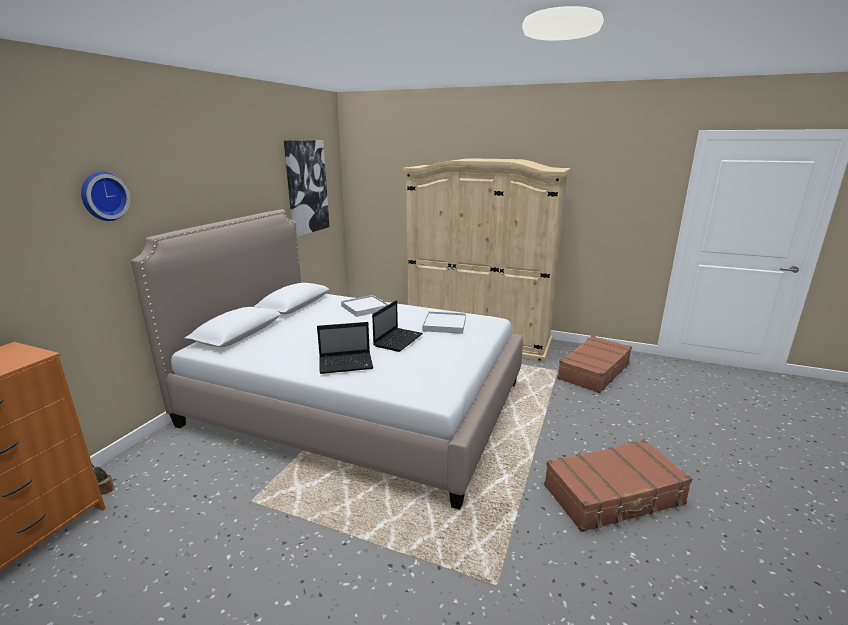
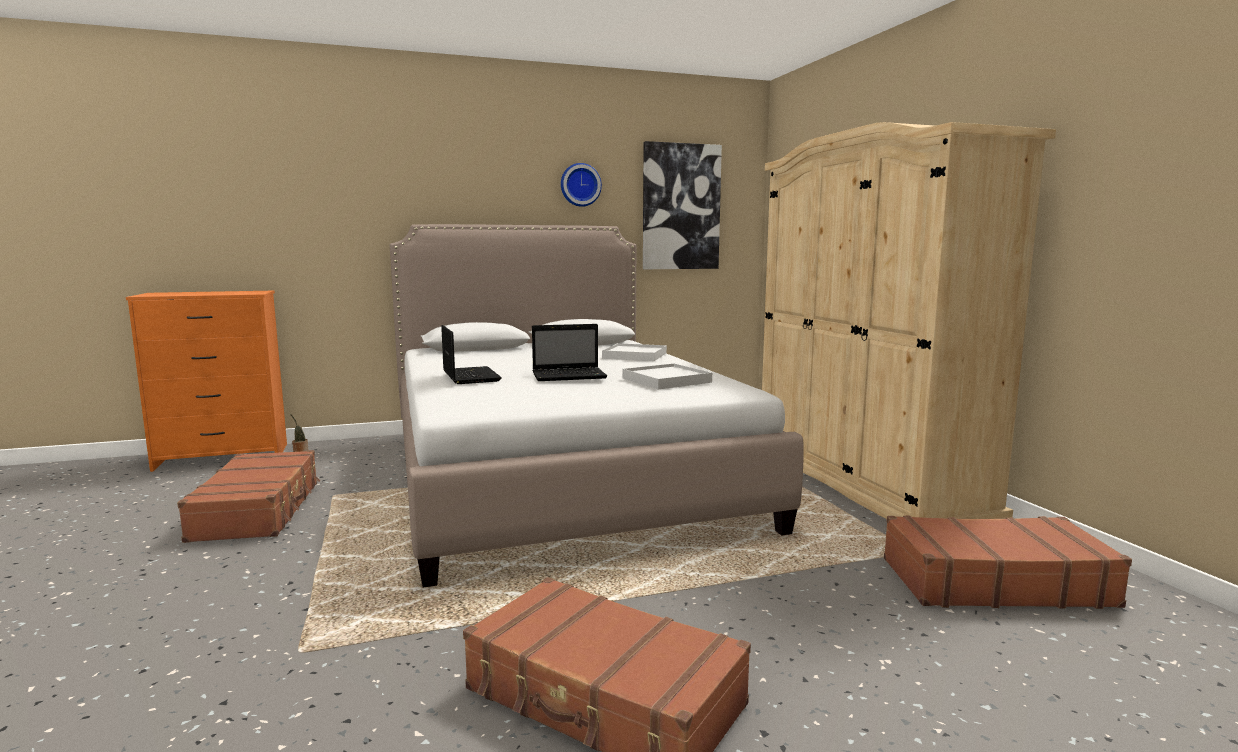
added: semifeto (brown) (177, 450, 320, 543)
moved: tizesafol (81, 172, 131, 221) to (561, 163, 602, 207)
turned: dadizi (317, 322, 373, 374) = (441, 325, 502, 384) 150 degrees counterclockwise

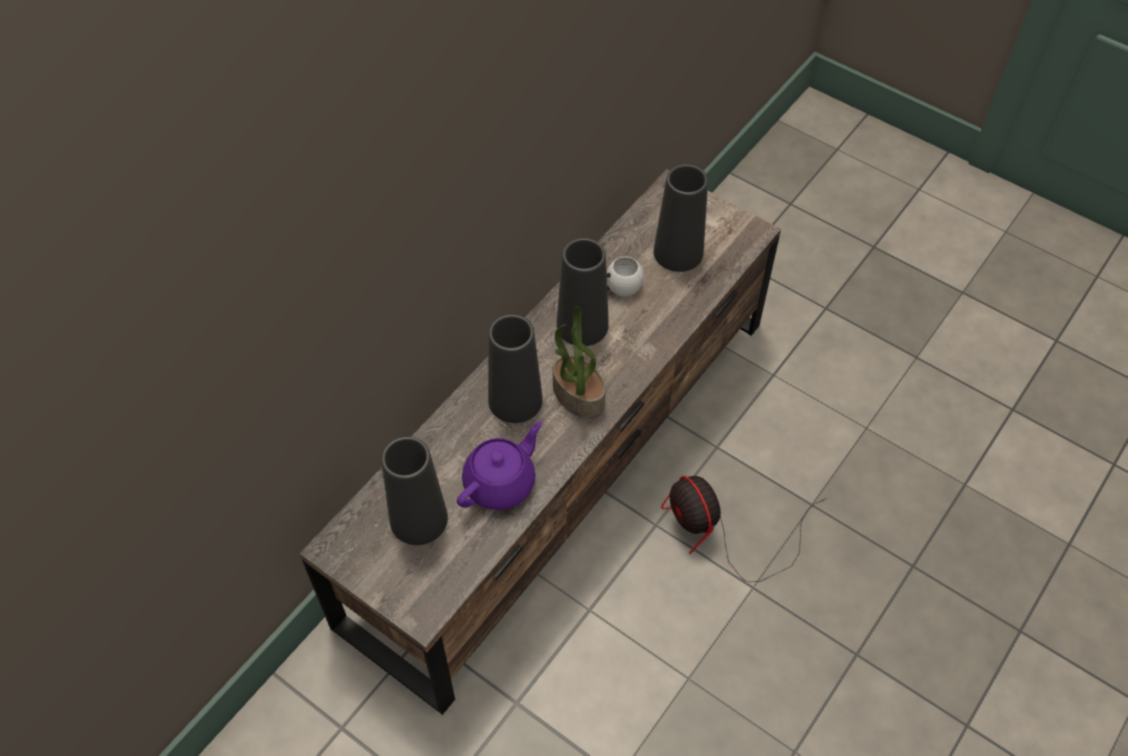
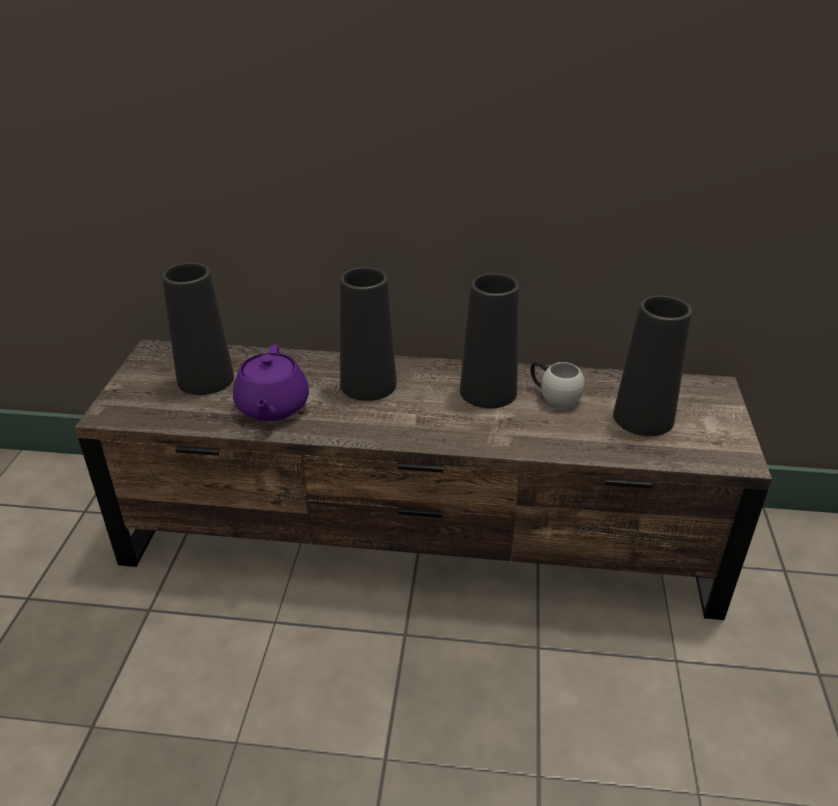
removed: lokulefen (553, 306, 606, 419); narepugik (661, 476, 827, 582)
turned: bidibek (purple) (457, 421, 542, 510) = (233, 345, 309, 421) 75 degrees clockwise

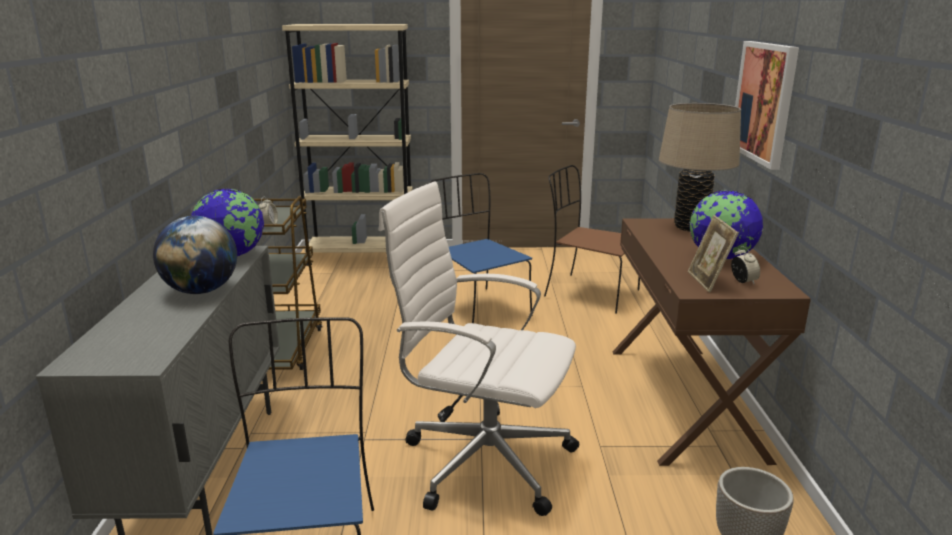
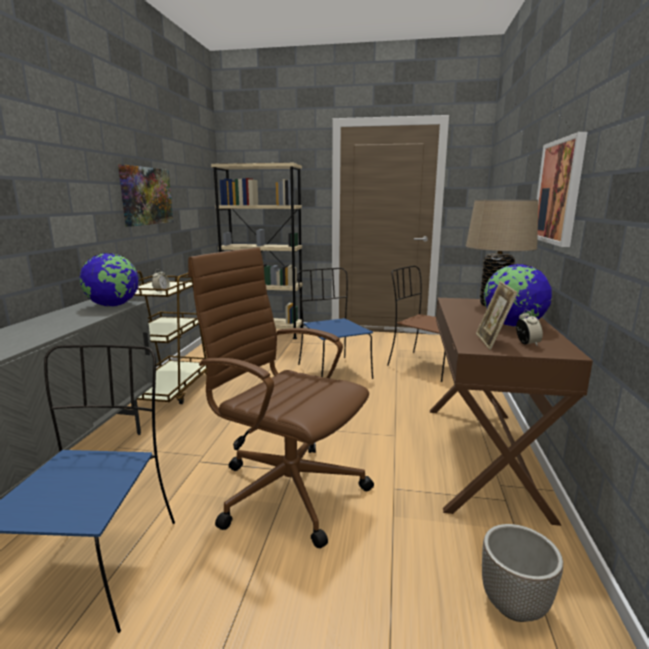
removed: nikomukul (153, 216, 237, 294)
added: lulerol (118, 164, 173, 227)
recoloured: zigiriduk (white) (379, 181, 579, 516) to zigiriduk (brown) (188, 247, 374, 548)

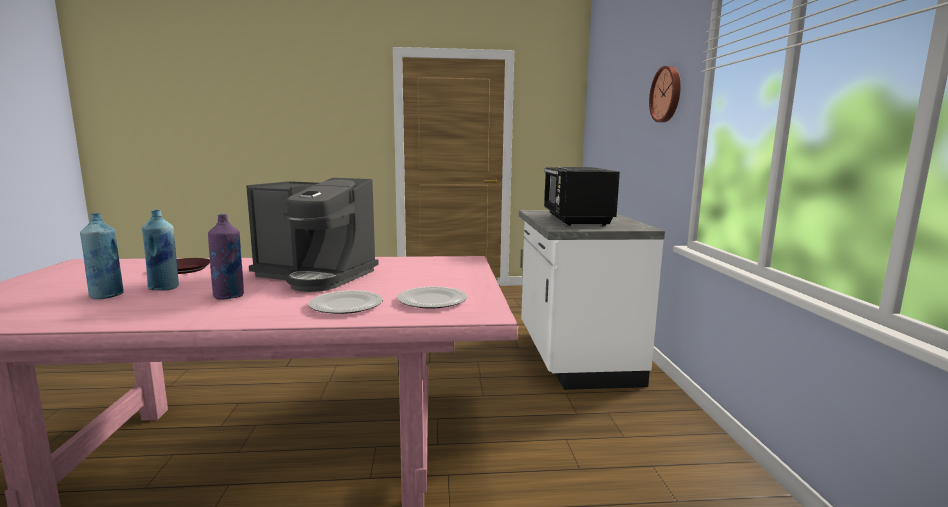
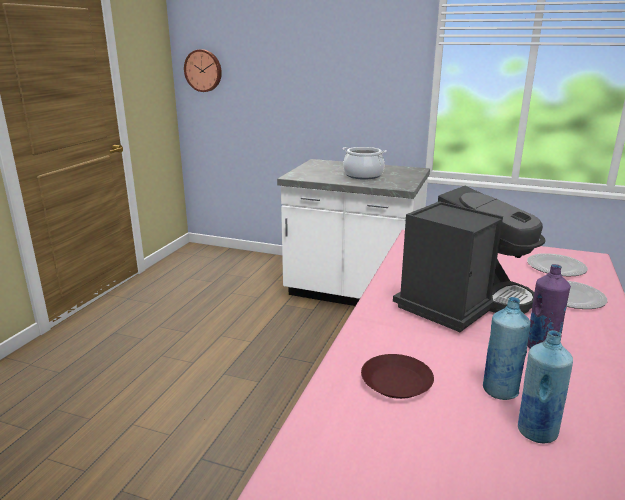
moved: tizesafol (649, 66, 681, 122) to (184, 49, 222, 92)
replaced: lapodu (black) (544, 167, 620, 226) to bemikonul (342, 147, 387, 180)

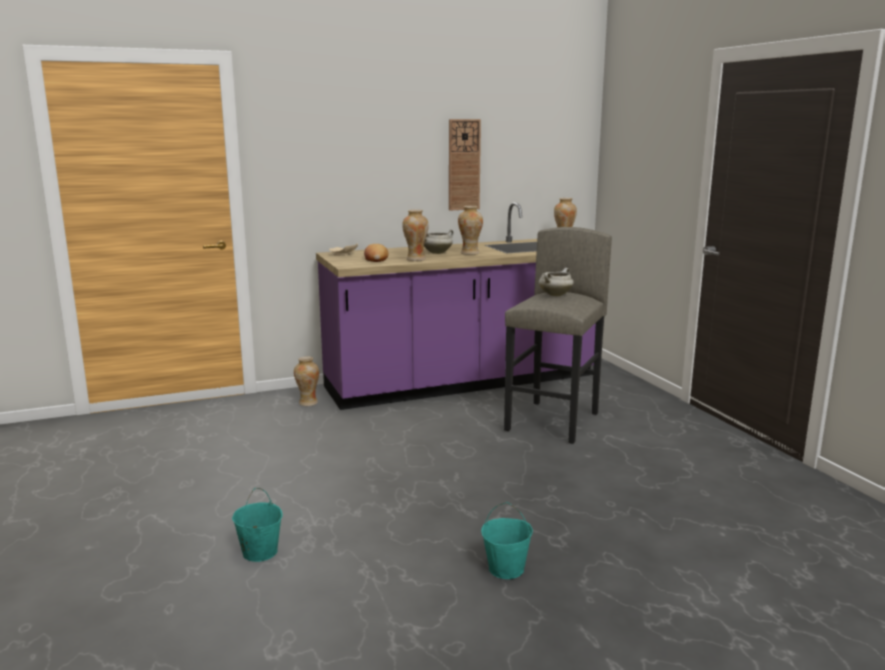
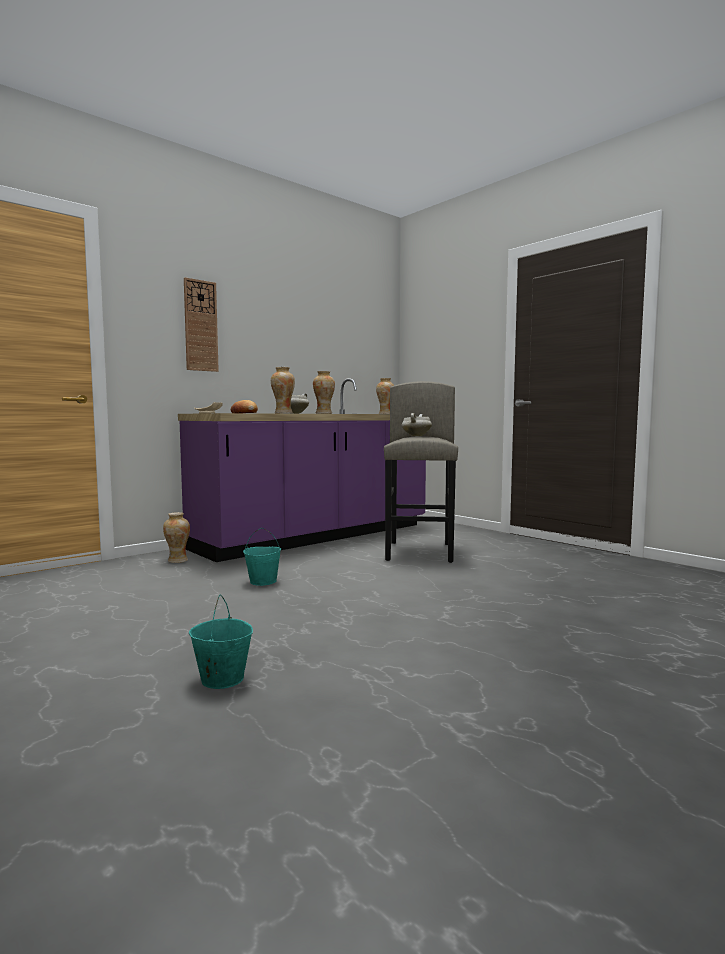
moved: tizesafol (449, 119, 481, 211) to (184, 277, 219, 372); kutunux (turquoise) (481, 502, 533, 579) to (243, 528, 281, 586)

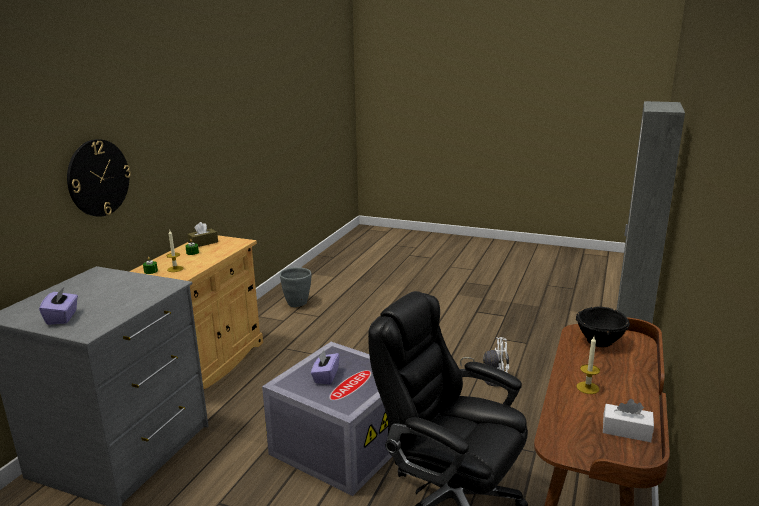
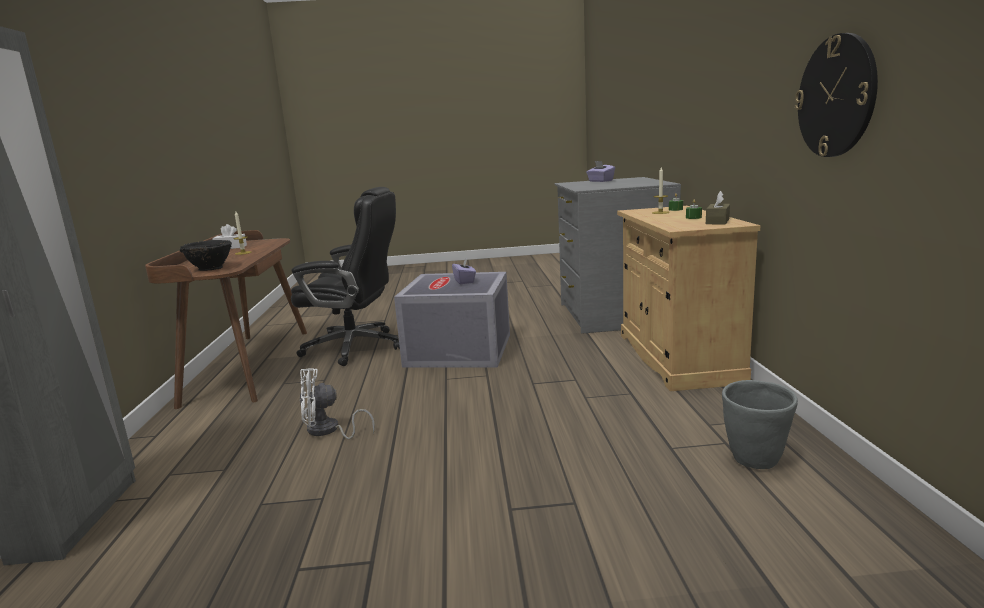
moved: tizesafol (67, 139, 131, 217) to (795, 33, 878, 157)

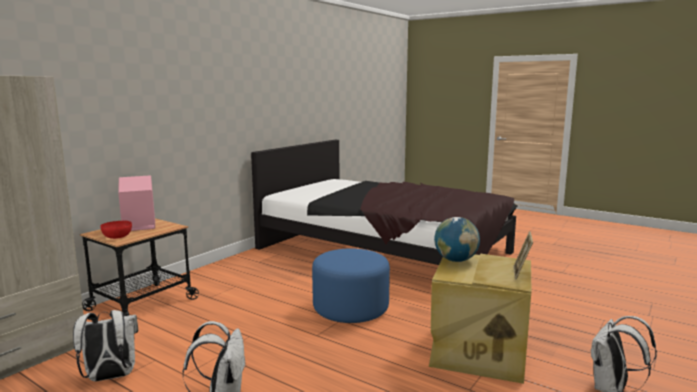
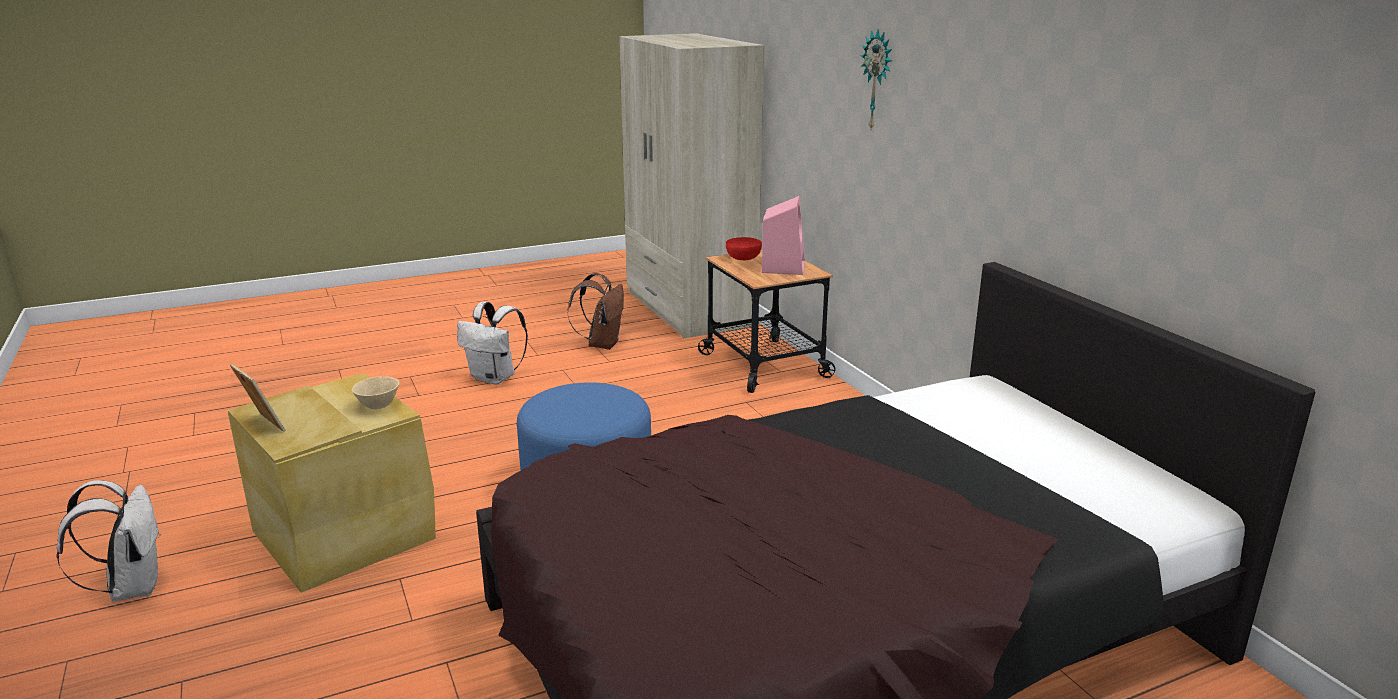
added: tizesafol (860, 30, 892, 129)
replaced: nikomukul (434, 217, 480, 262) to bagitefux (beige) (352, 376, 400, 409)
recoloured: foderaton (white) (73, 310, 138, 381) to foderaton (brown) (568, 273, 624, 350)

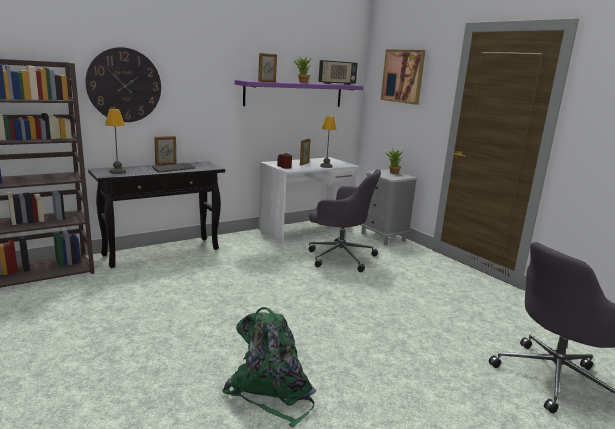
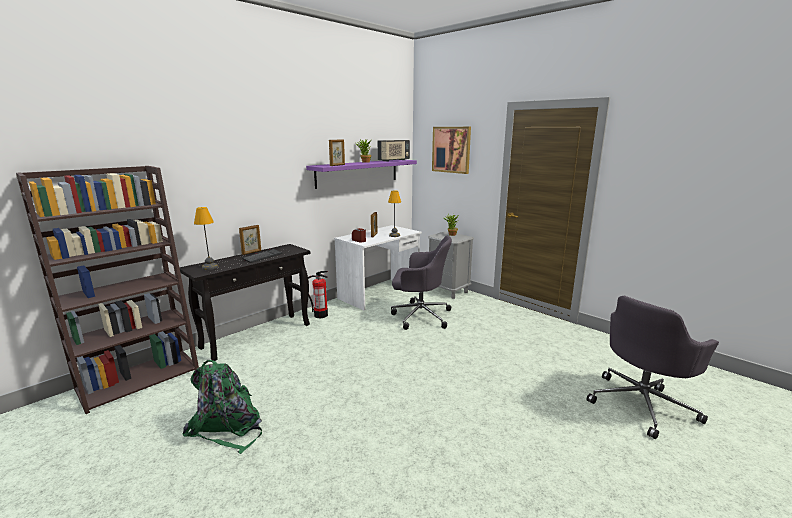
removed: tizesafol (85, 47, 161, 122)
added: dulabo (308, 271, 328, 318)
moved: foderaton (green) (222, 307, 316, 427) to (183, 360, 262, 454)

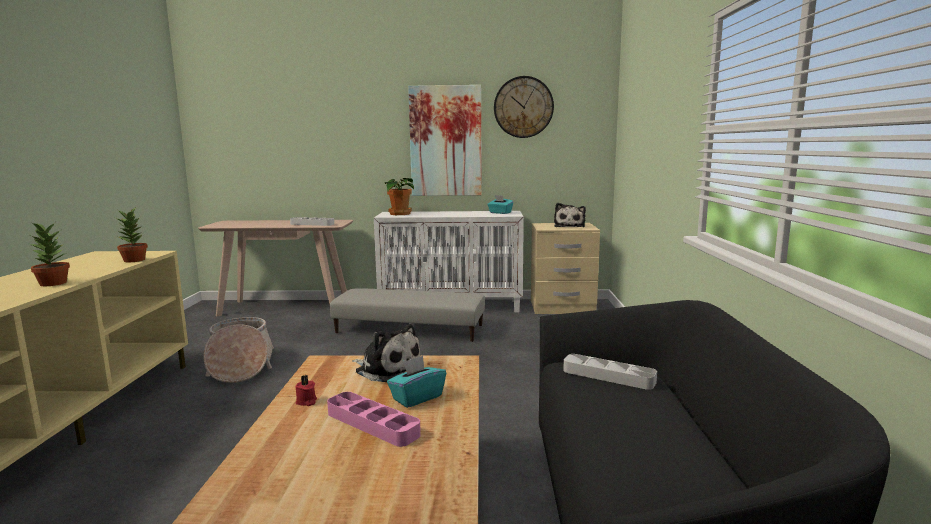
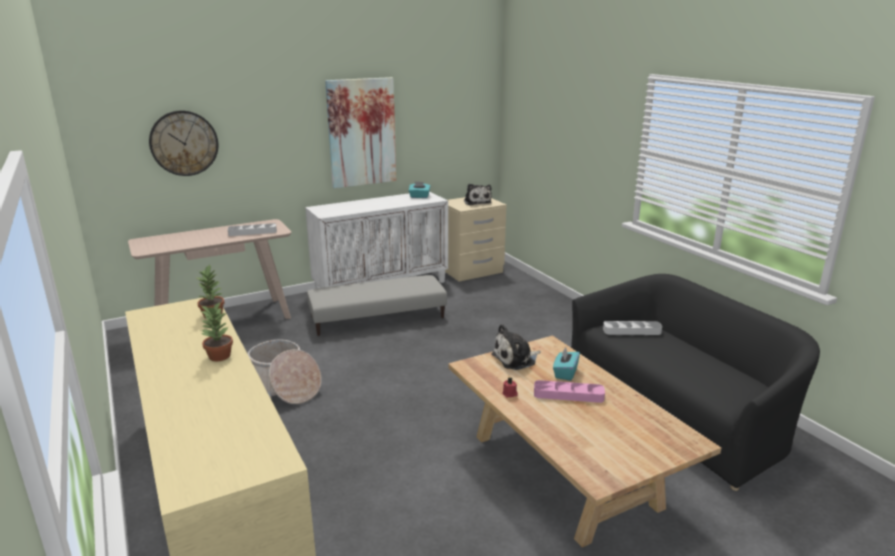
removed: lokulefen (385, 178, 414, 215)
moved: tizesafol (494, 76, 554, 138) to (149, 111, 218, 176)
turned: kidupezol (352, 324, 420, 382) = (491, 324, 541, 370) 150 degrees clockwise

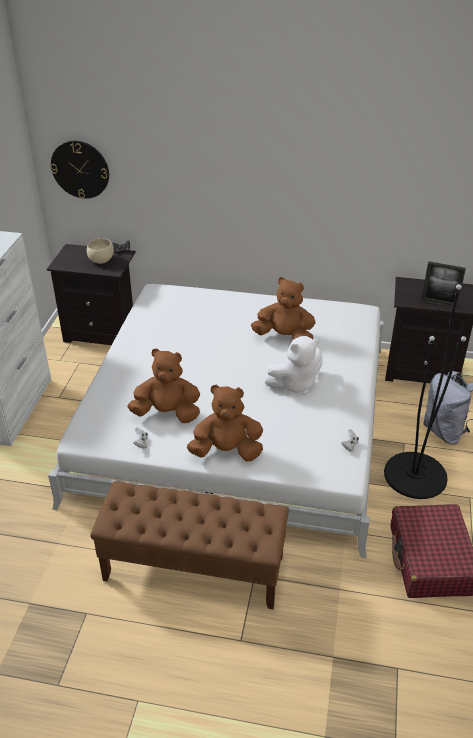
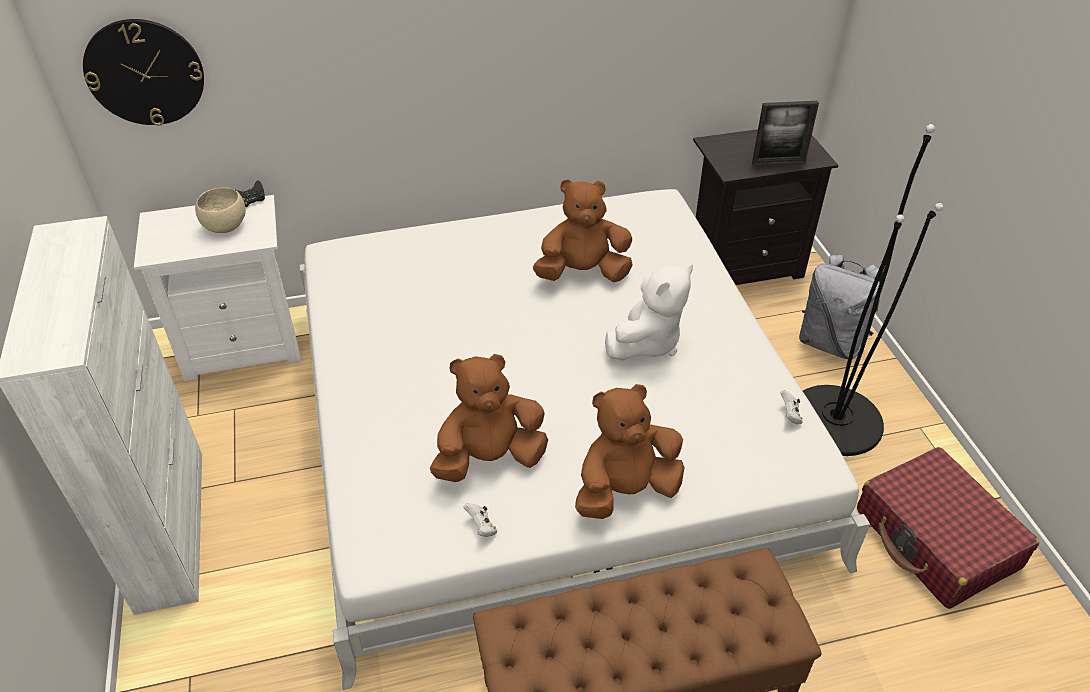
recoloured: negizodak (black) (47, 244, 136, 345) to negizodak (white) (134, 195, 302, 381)

